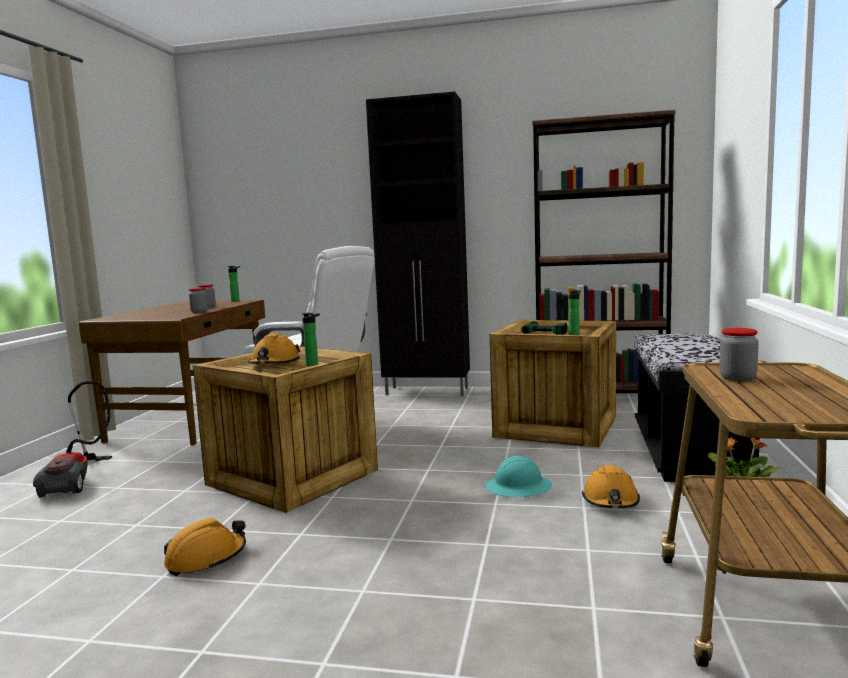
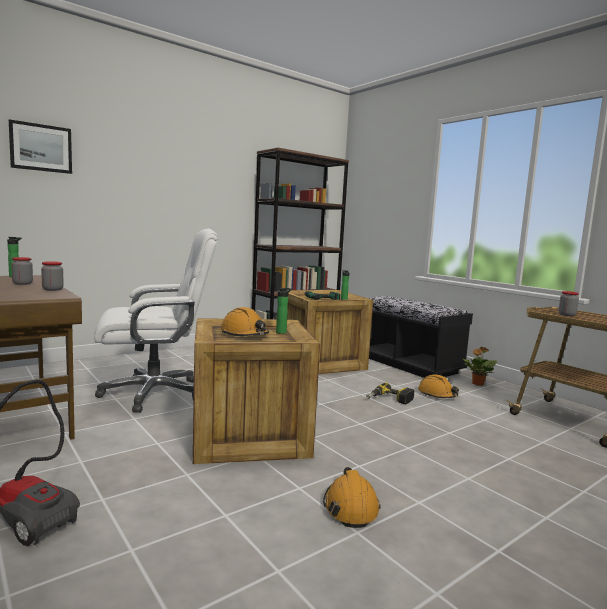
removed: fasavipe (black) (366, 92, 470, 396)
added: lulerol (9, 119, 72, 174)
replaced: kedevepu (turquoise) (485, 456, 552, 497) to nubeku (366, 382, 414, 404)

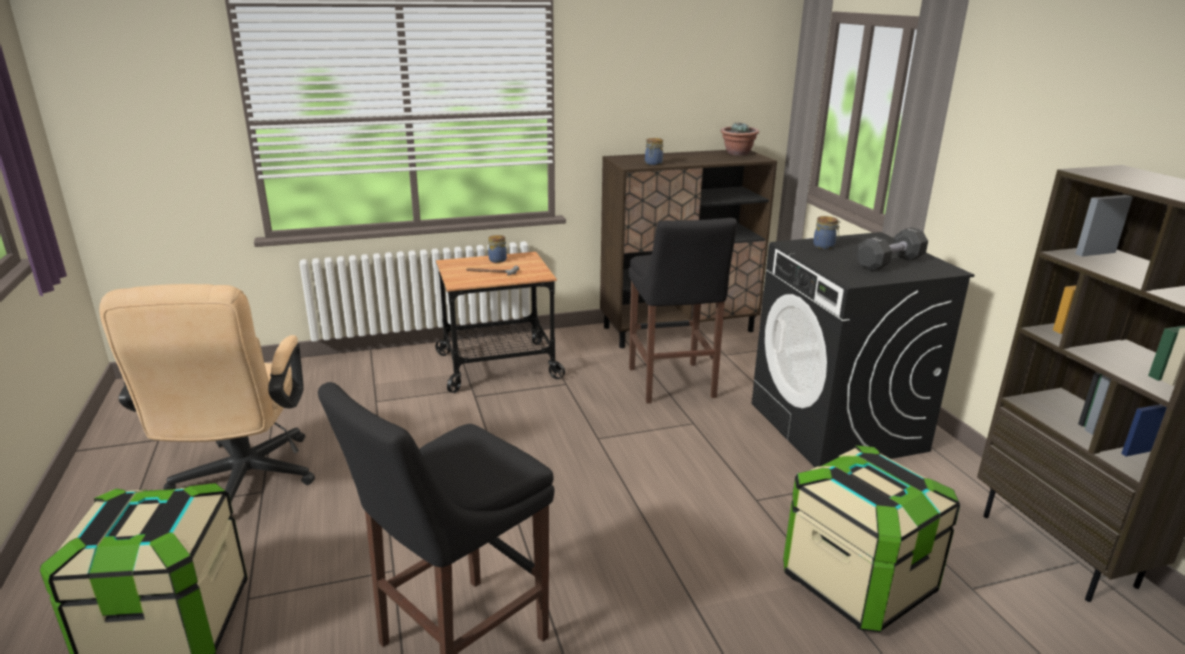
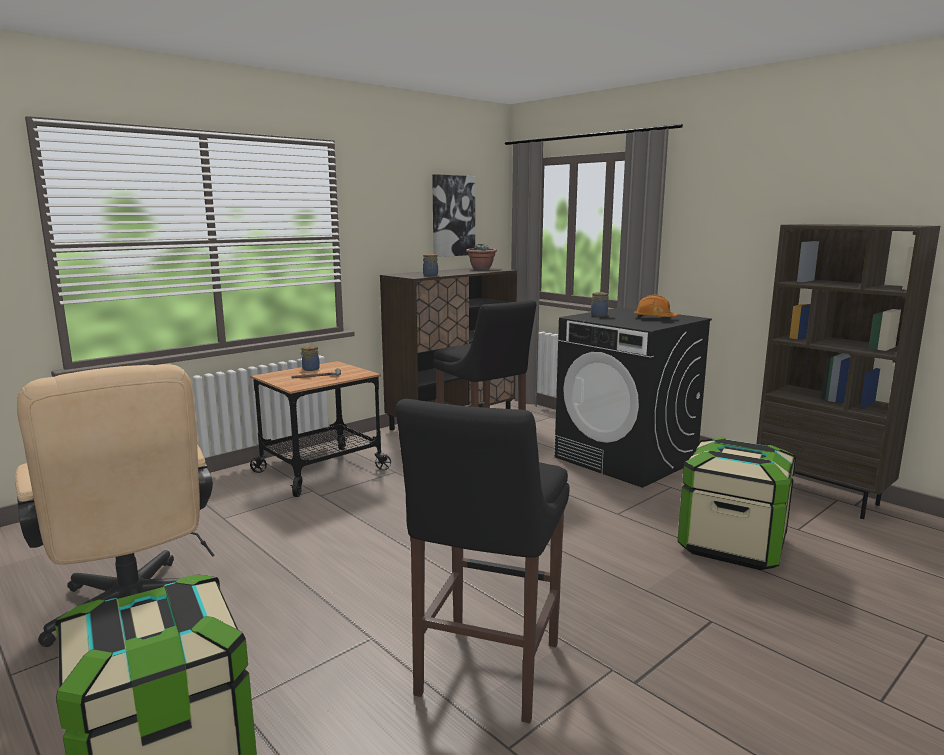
added: lulerol (432, 174, 475, 257)
replaced: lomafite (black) (856, 227, 928, 271) to kedevepu (orange) (634, 295, 677, 317)

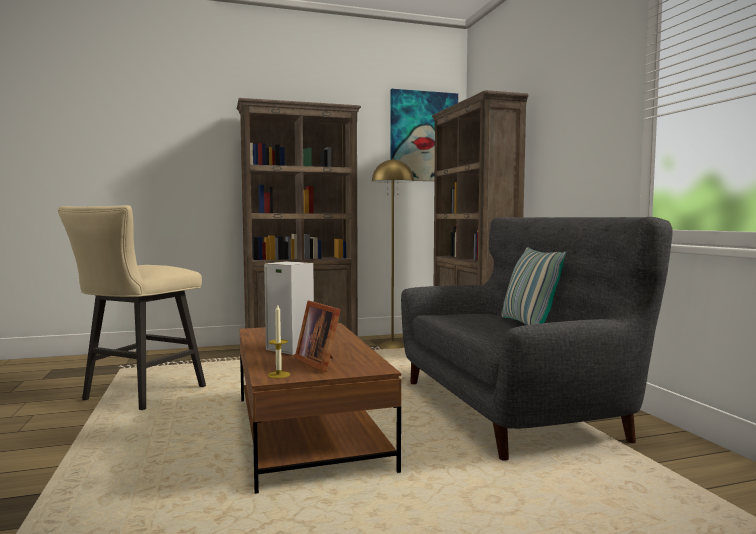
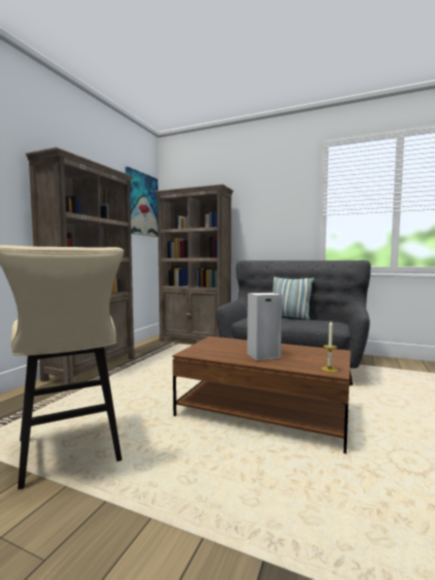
removed: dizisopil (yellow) (372, 159, 414, 349); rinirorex (295, 300, 341, 372)

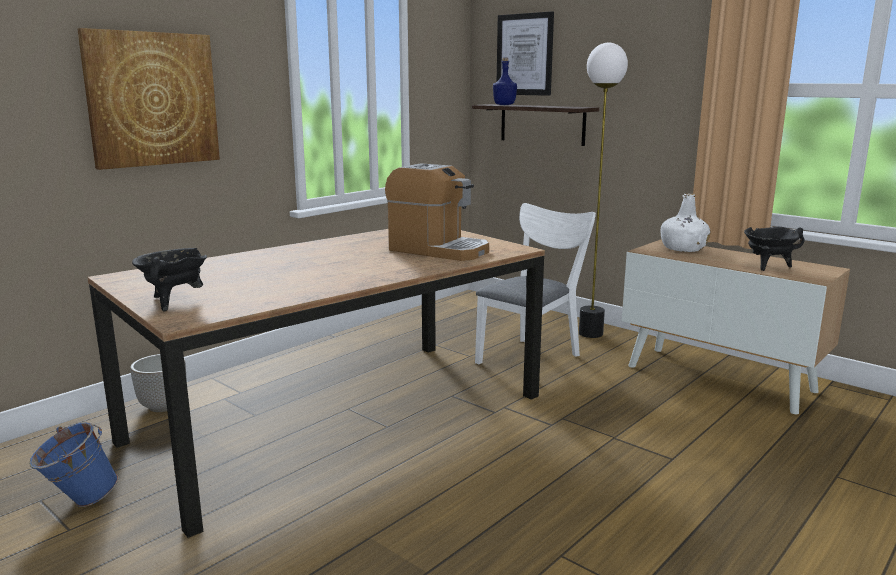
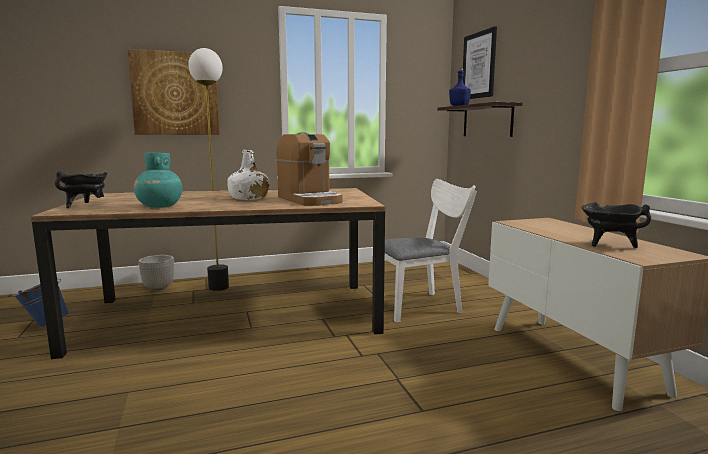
added: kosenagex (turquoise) (134, 152, 182, 208)
moved: dizisopil (579, 43, 628, 338) to (188, 48, 229, 291); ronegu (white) (661, 194, 710, 252) to (227, 150, 269, 200)

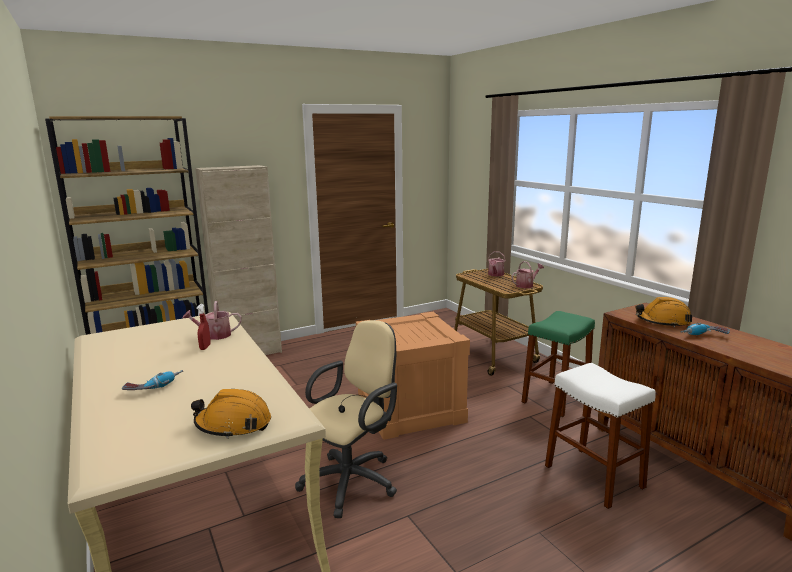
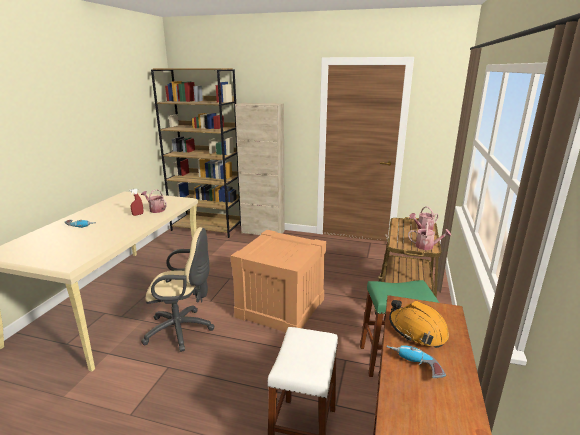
removed: kedevepu (orange) (191, 389, 271, 439)

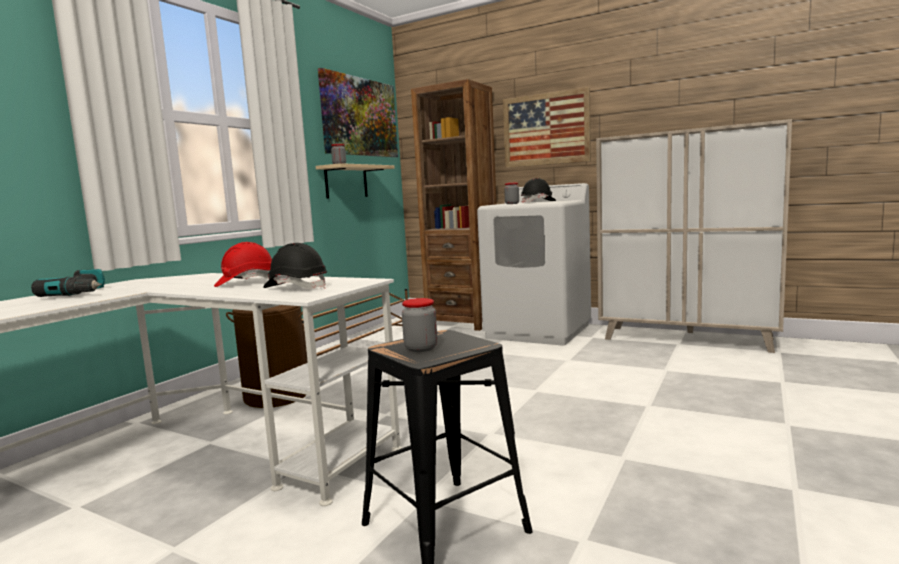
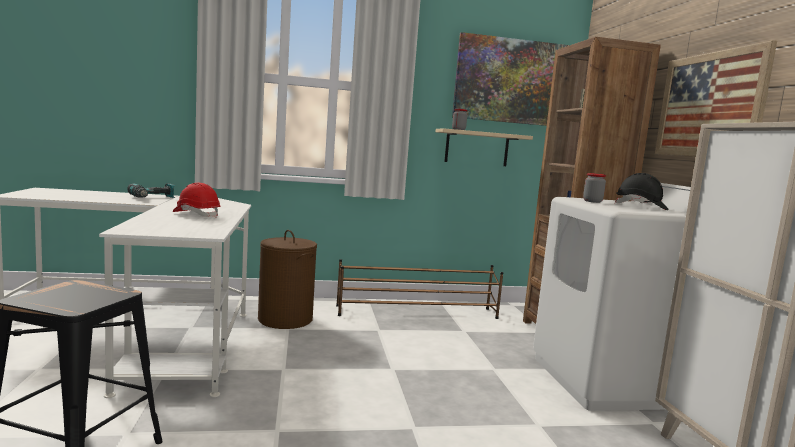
removed: kedevepu (black) (263, 243, 327, 289); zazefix (402, 298, 437, 352)

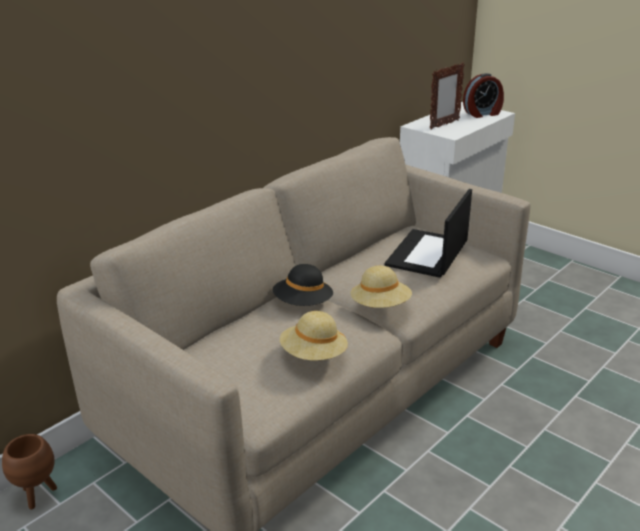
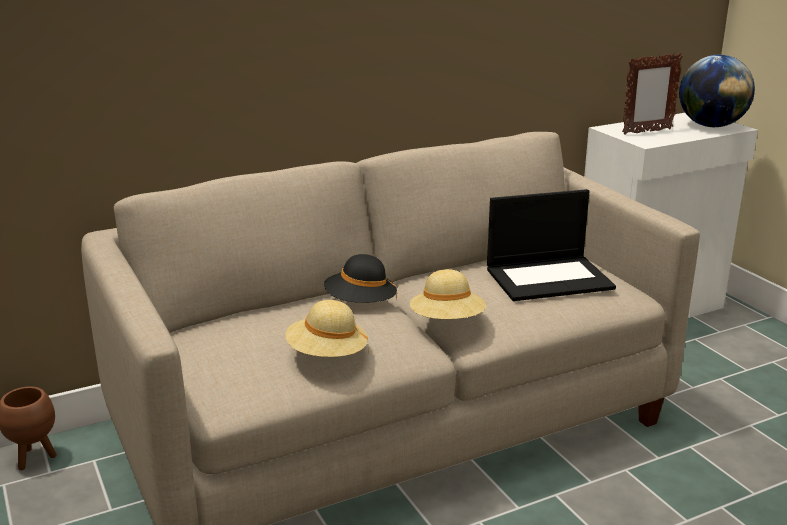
replaced: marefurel (463, 73, 504, 118) to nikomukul (679, 55, 755, 127)
turned: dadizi (385, 189, 472, 278) = (487, 189, 616, 301) 150 degrees counterclockwise

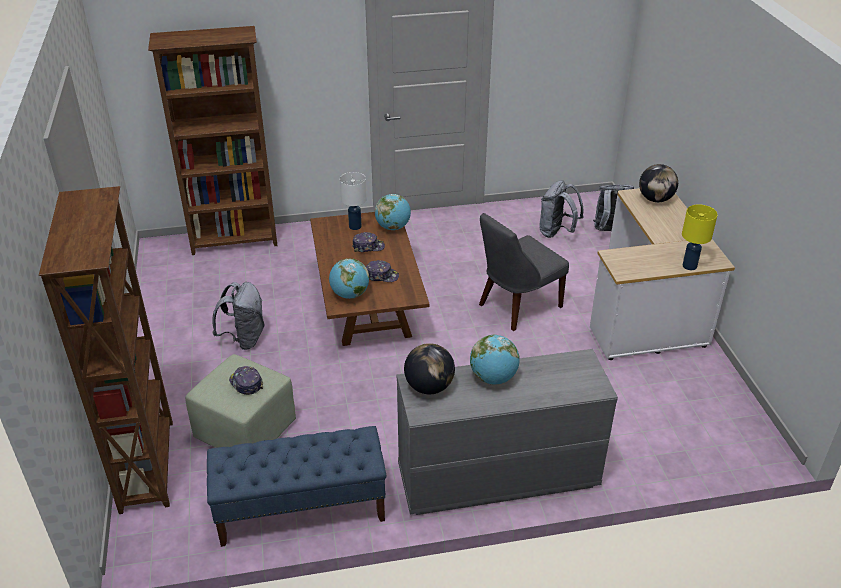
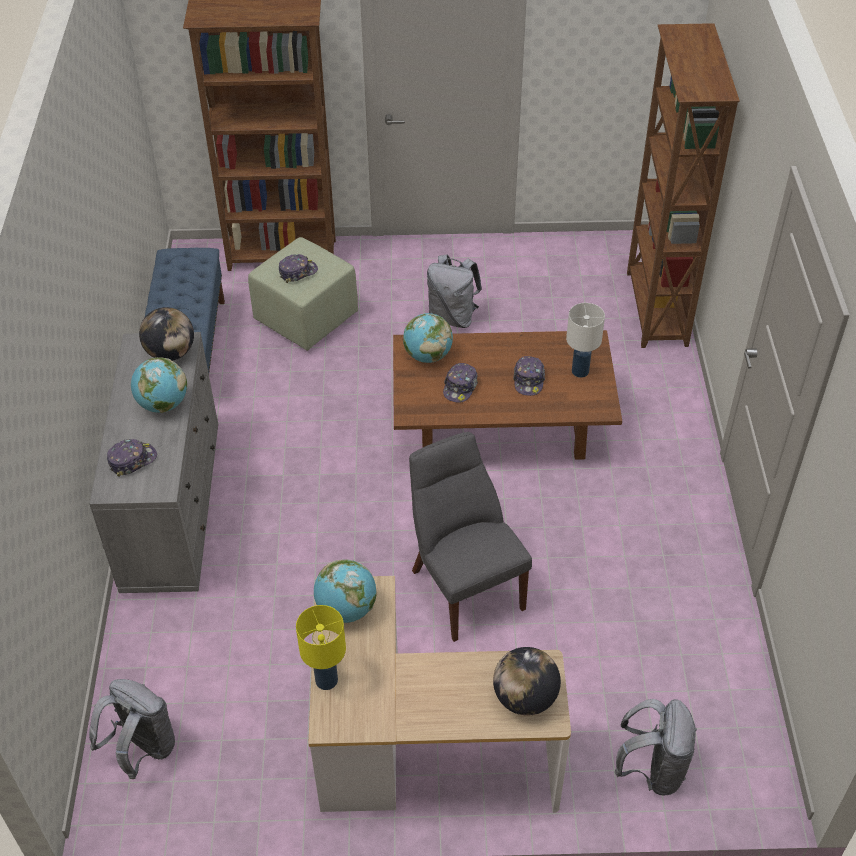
added: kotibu (107, 439, 157, 477)
moved: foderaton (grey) (539, 180, 584, 238) to (89, 679, 175, 779); nikomukul (375, 194, 411, 230) to (314, 559, 376, 623)

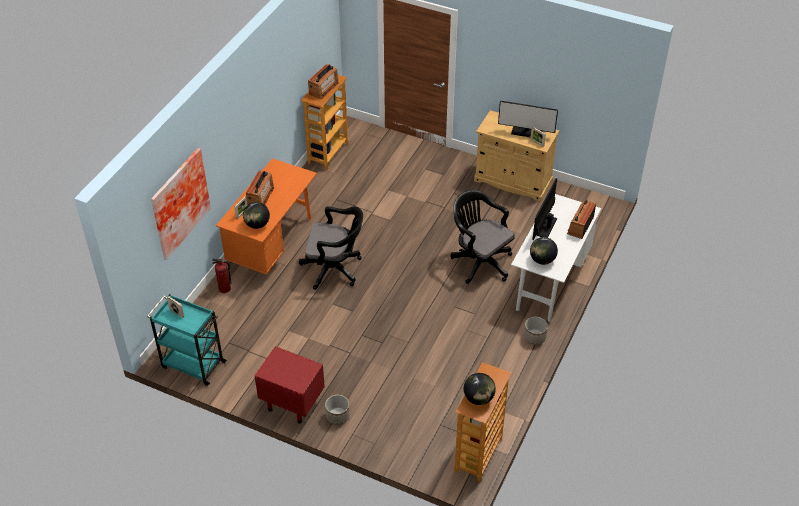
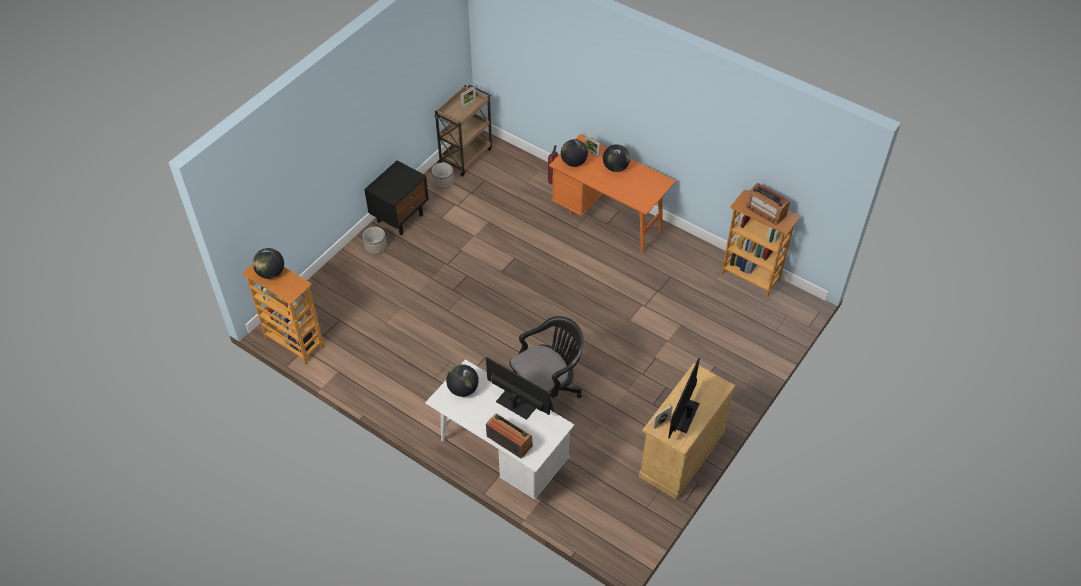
removed: lulerol (151, 147, 211, 260); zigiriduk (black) (299, 206, 363, 290)
moved: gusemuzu (524, 317, 548, 345) to (432, 163, 454, 189)
replaced: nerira (246, 170, 274, 205) to nikomukul (603, 144, 630, 172)
recoloured: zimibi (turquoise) (147, 294, 227, 386) to zimibi (brown) (434, 85, 492, 177); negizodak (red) (254, 346, 325, 423) to negizodak (black) (364, 160, 429, 235)

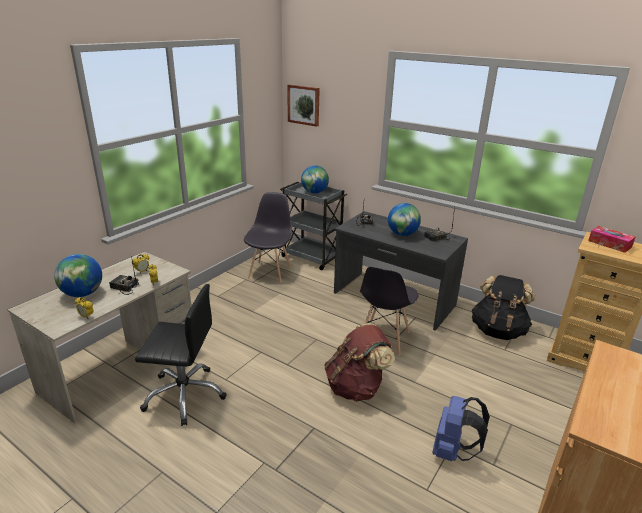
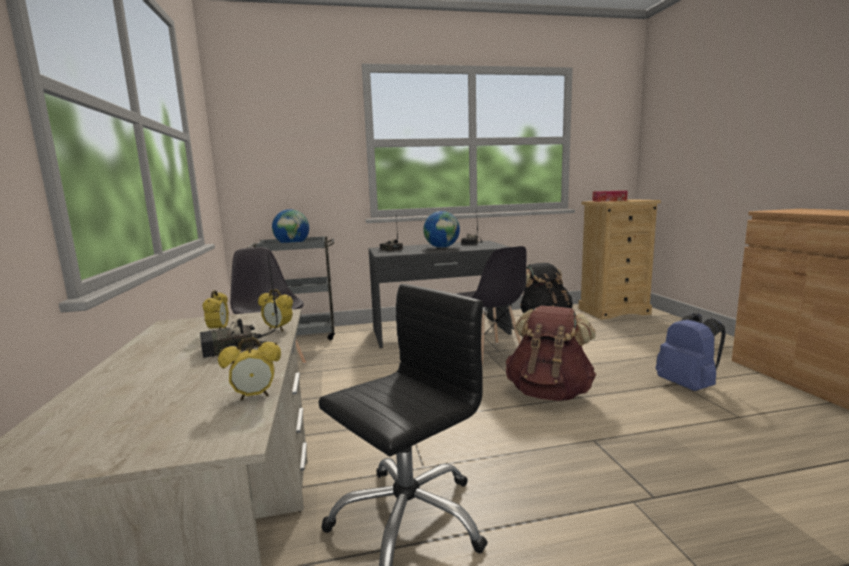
removed: lulerol (287, 84, 320, 127); nikomukul (54, 254, 102, 297)

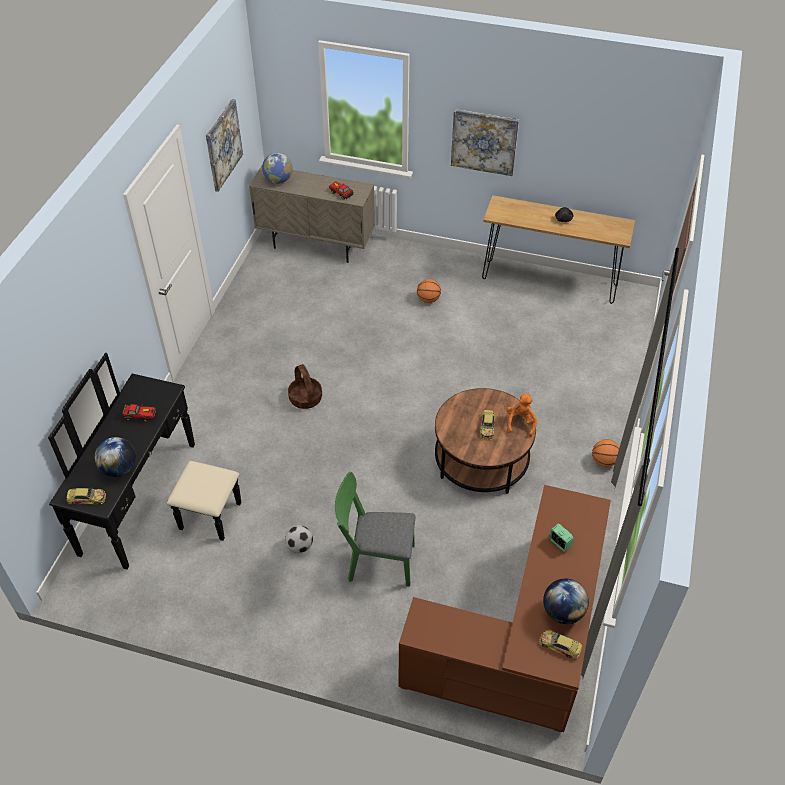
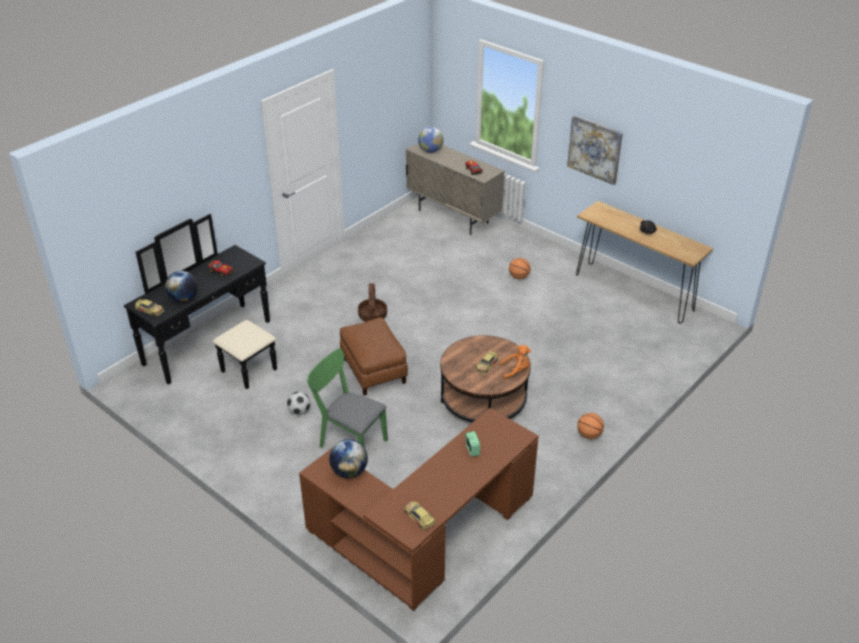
removed: lulerol (206, 99, 243, 192)
added: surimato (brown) (340, 317, 408, 396)
moved: nikomukul (543, 578, 589, 624) to (329, 439, 368, 478)
turned: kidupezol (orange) (506, 393, 537, 437) = (500, 345, 531, 379) 45 degrees clockwise

